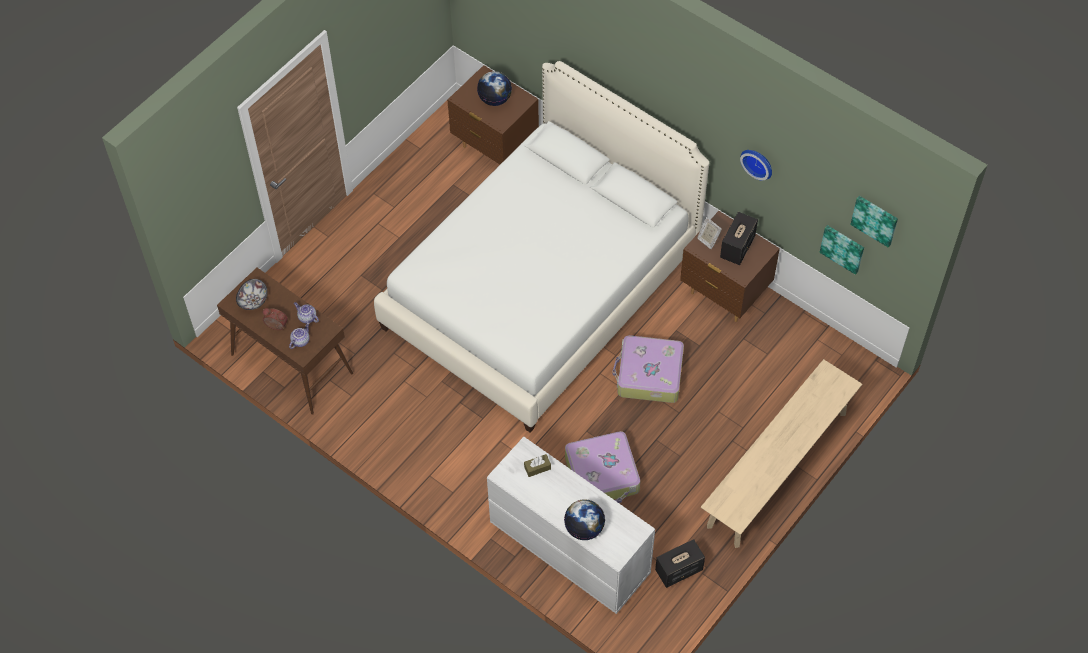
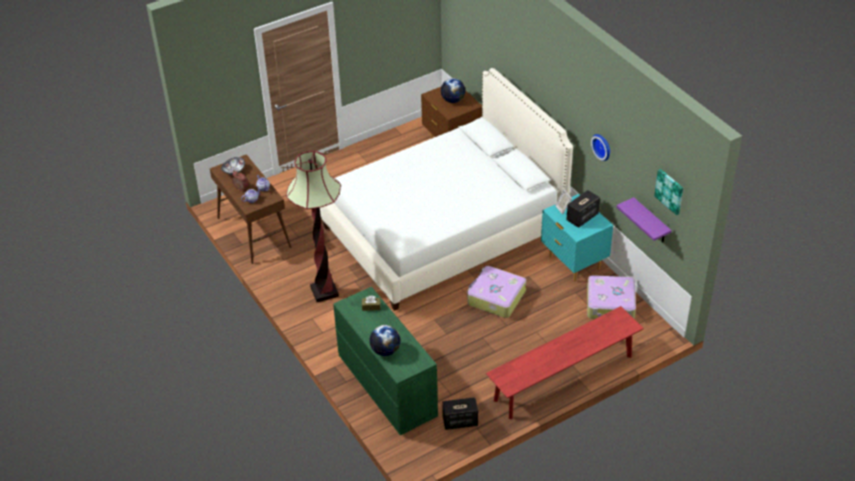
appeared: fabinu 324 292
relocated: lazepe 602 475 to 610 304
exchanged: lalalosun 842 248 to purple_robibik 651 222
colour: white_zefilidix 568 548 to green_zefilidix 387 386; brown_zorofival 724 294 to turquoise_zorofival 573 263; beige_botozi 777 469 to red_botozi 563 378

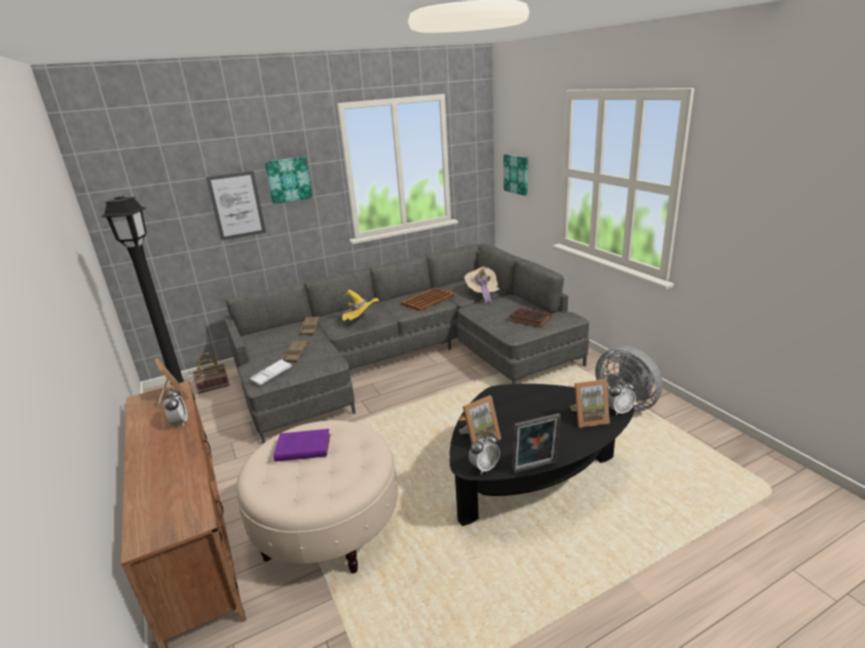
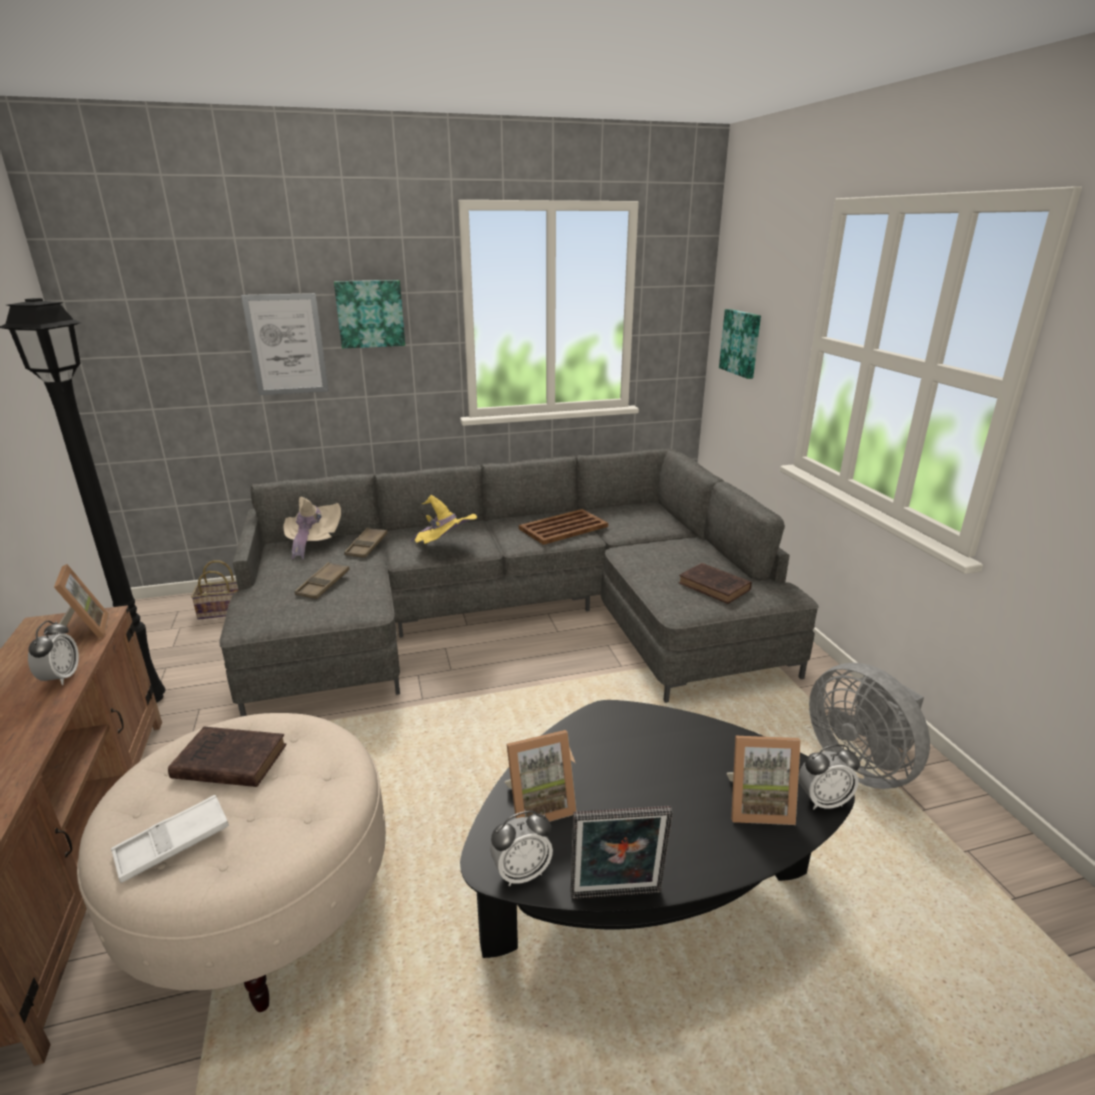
relocated: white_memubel 271 375 to 173 843; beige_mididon 482 294 to 312 542
colour: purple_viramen 301 448 to brown_viramen 227 761

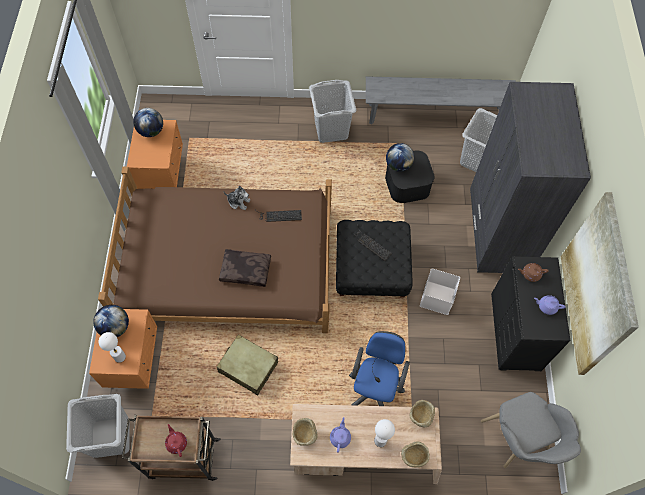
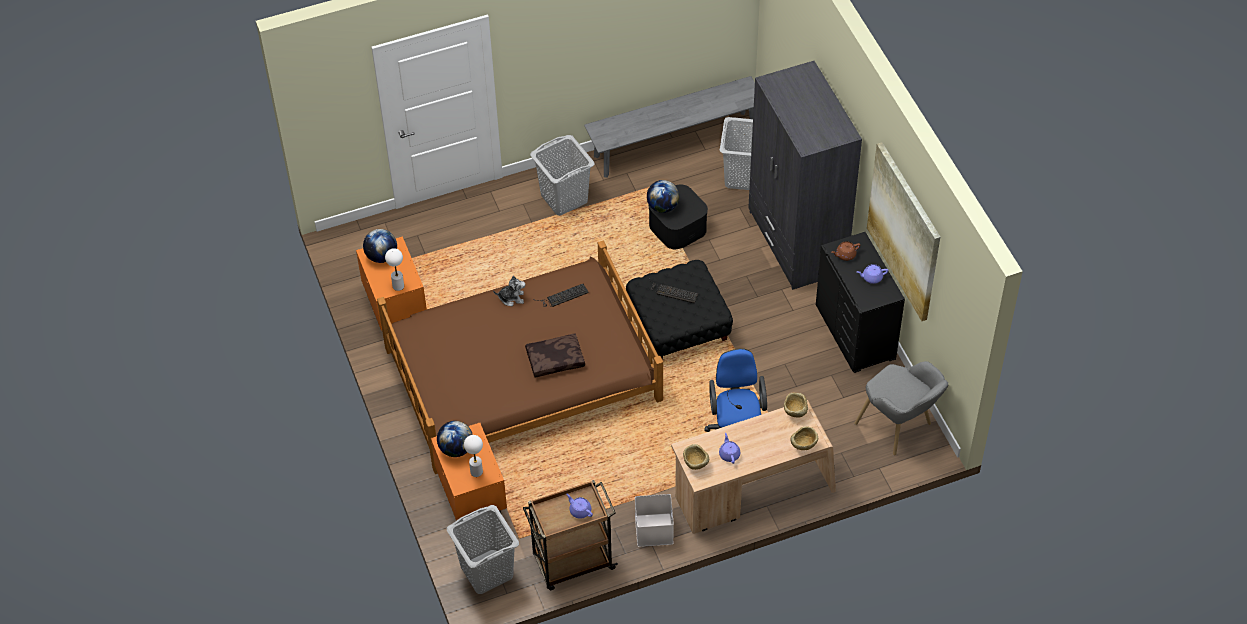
missing: beige_lazepe 248 367
relocated: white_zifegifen 380 440 to 398 286; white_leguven 437 298 to 655 530
colour: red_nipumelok 176 443 to purple_nipumelok 580 510

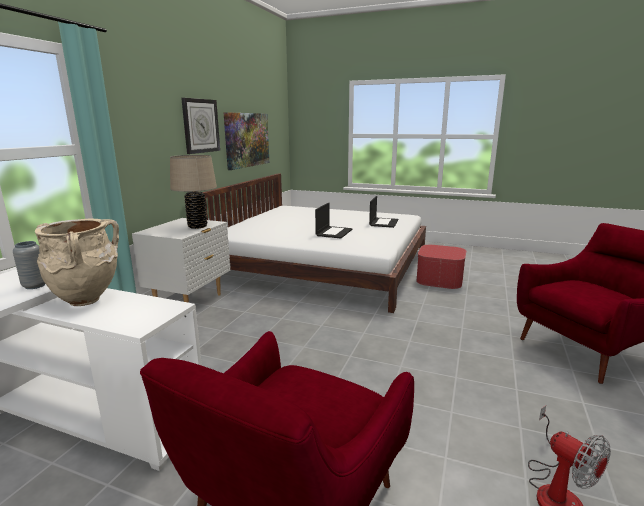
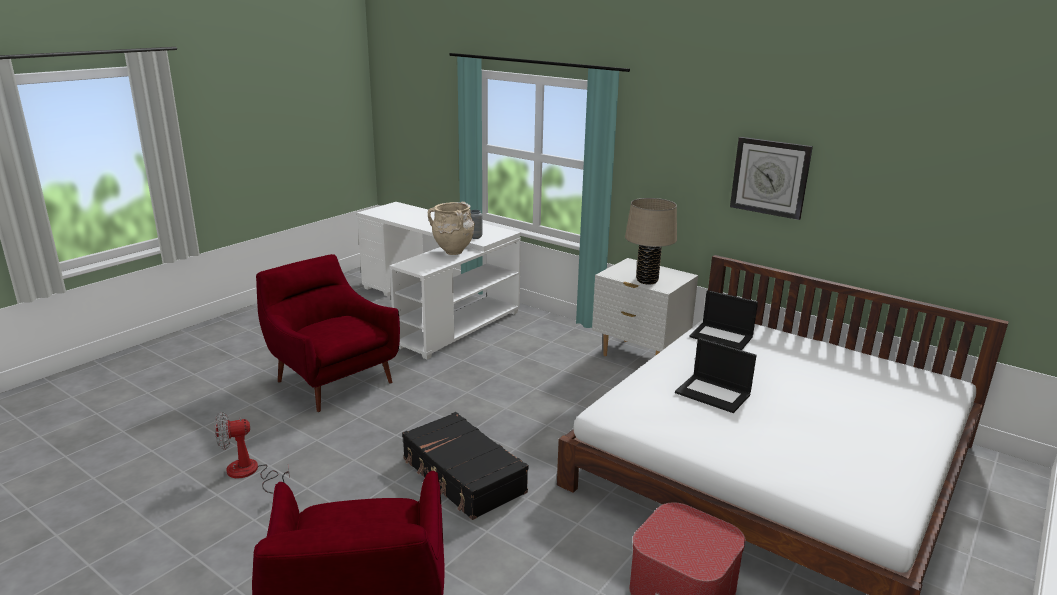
missing: lalalosun 247 140
appeared: black_lazepe 463 476
relocated: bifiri 383 222 to 722 337

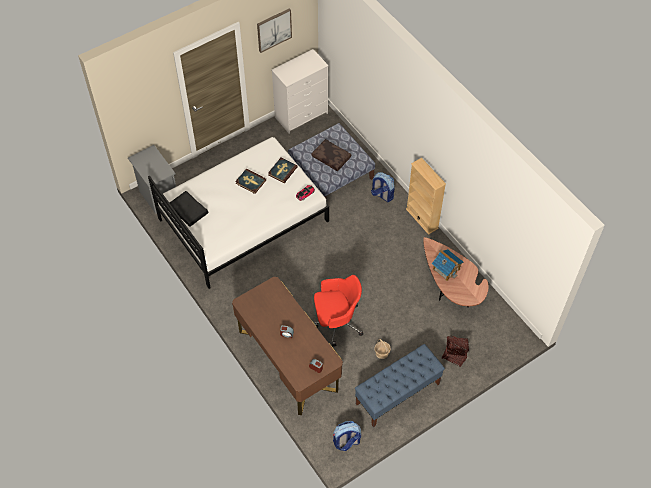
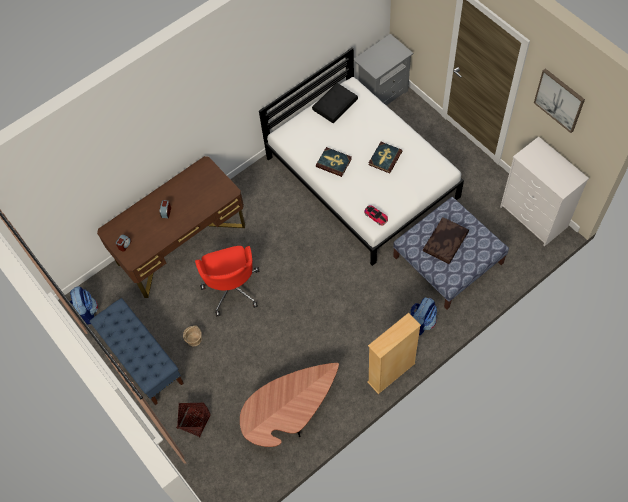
missing: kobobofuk 446 269
relocated: viramen 282 171 to 334 163

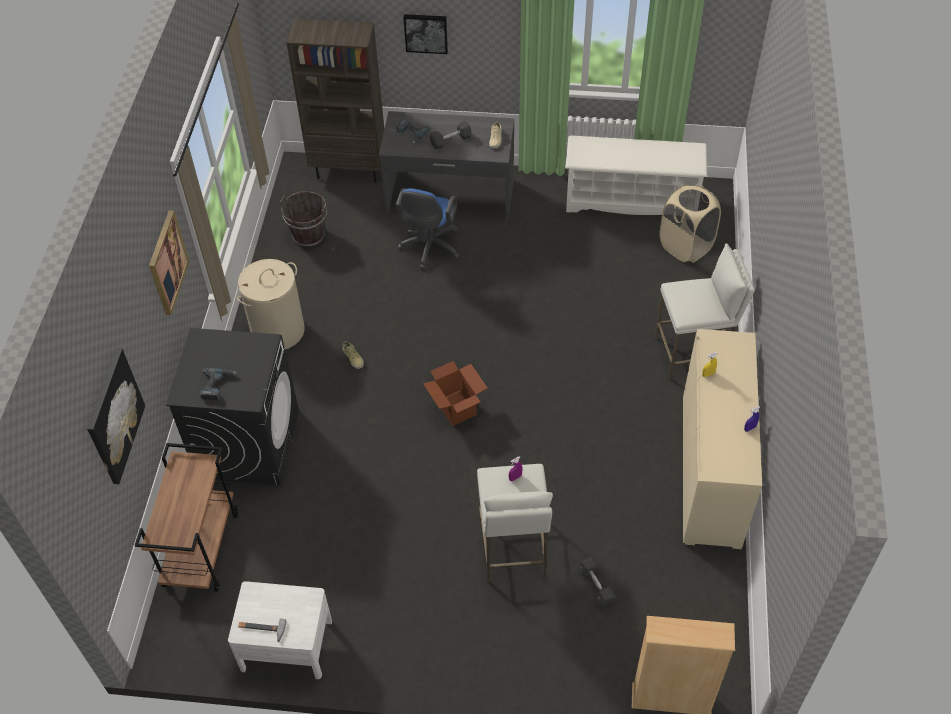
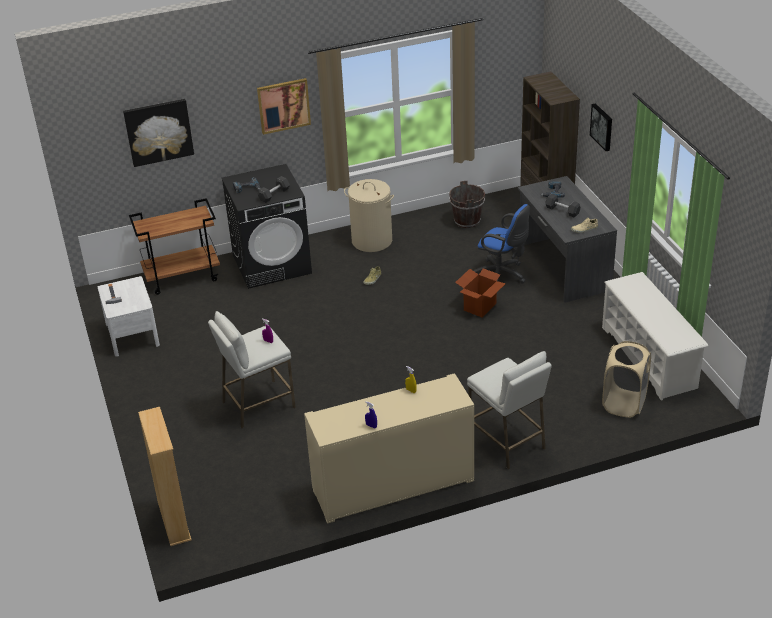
relocated: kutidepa 456 408 to 480 307; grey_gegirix 595 585 to 274 195
spun: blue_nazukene 429 248 = 502 276 135 degrees counterclockwise

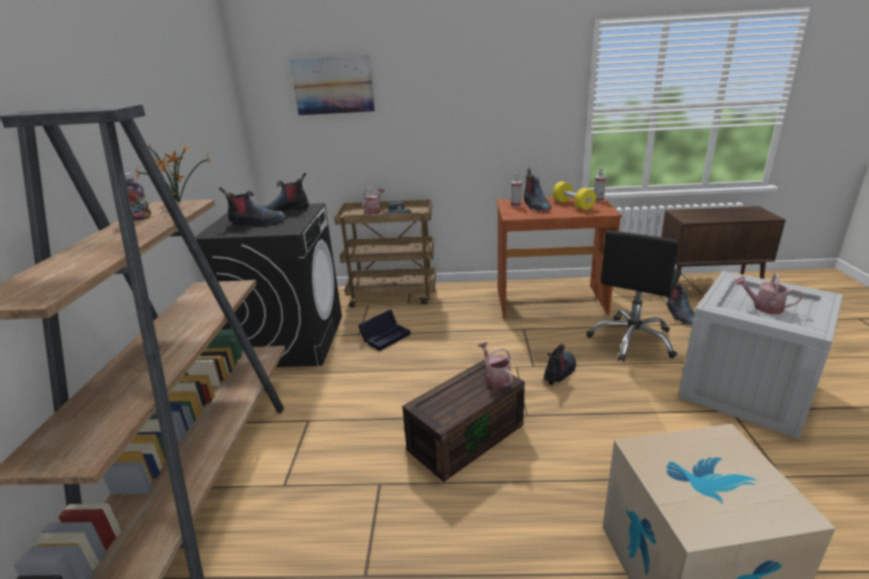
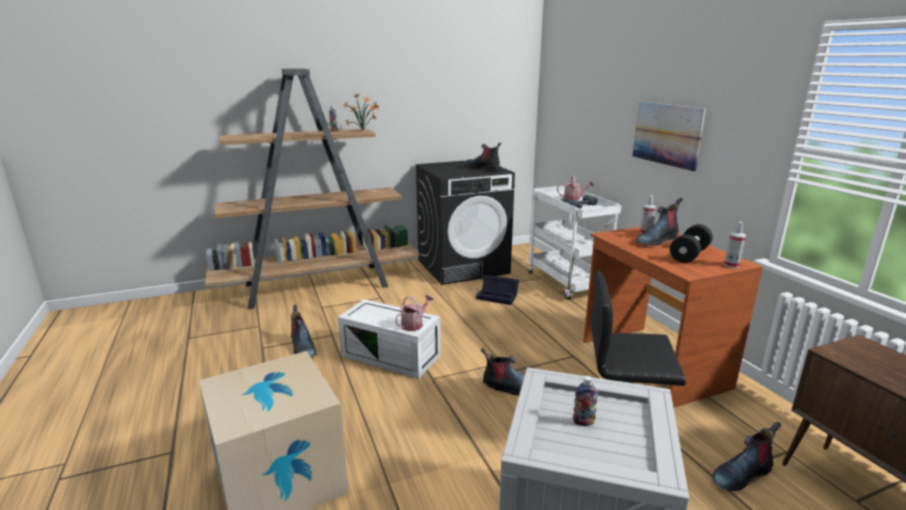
relocated: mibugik 256 223 to 302 347; lalalosun 333 85 to 666 134
exchanged: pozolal 763 307 to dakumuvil 583 422
colour: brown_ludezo 394 295 to white_ludezo 568 283; brown_leguven 466 435 to white_leguven 392 355; yellow_gegirix 573 205 to black_gegirix 689 255

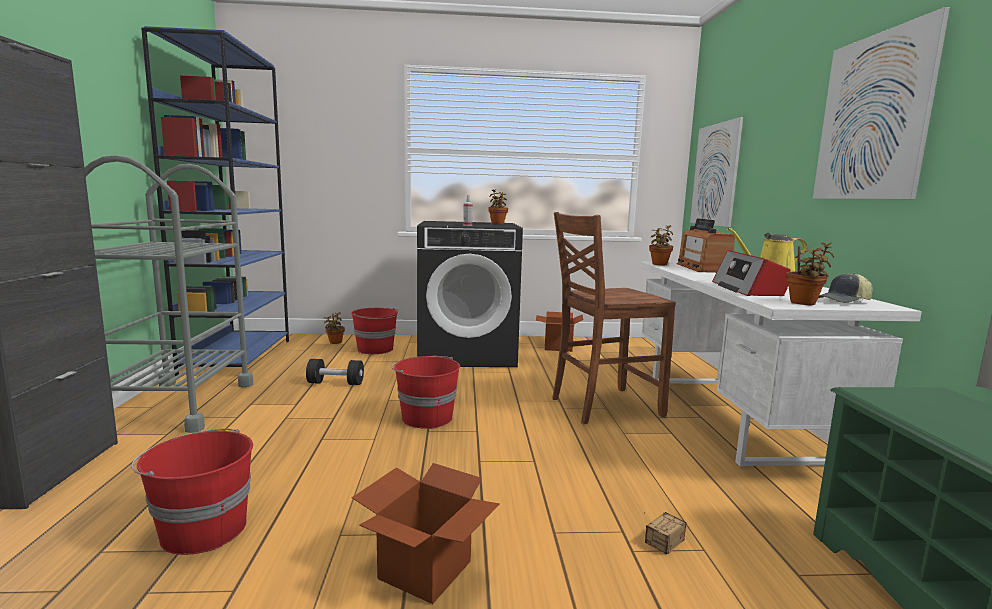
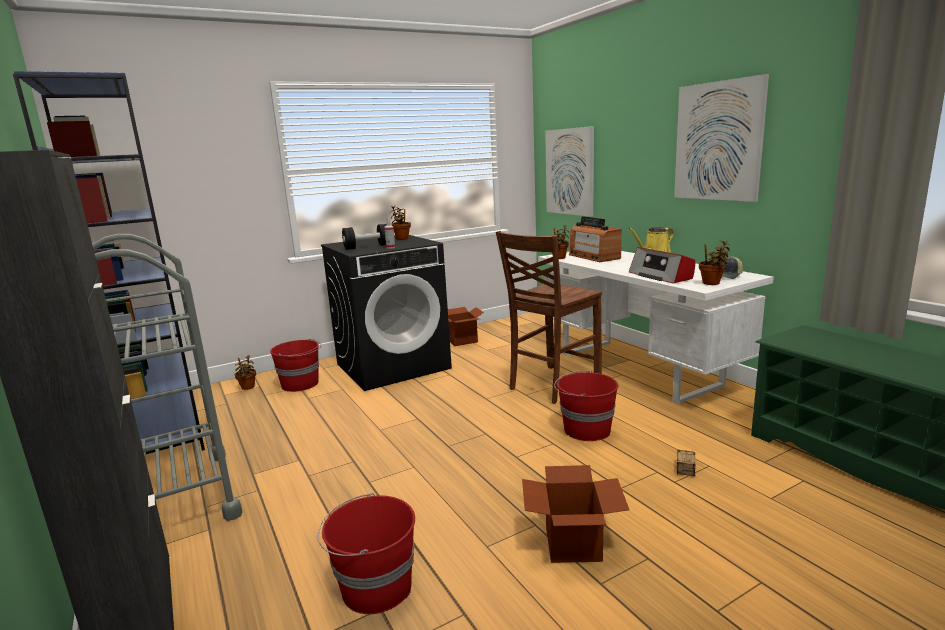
relocated: black_gegirix 335 383 to 367 247; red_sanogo 426 417 to 586 429

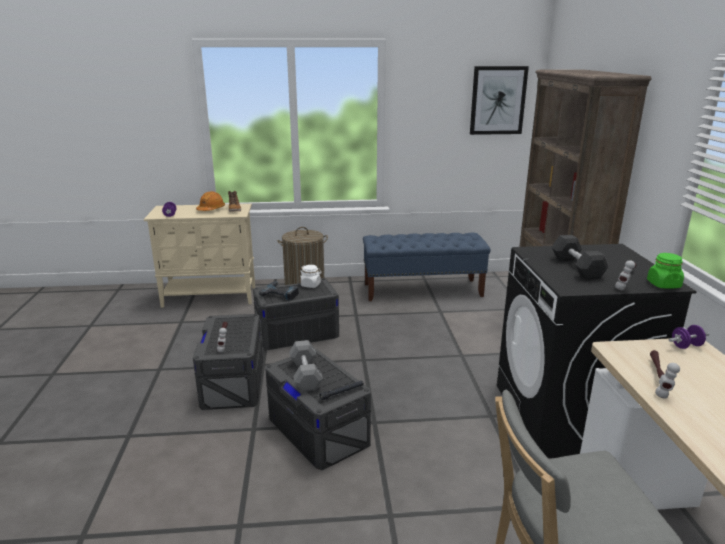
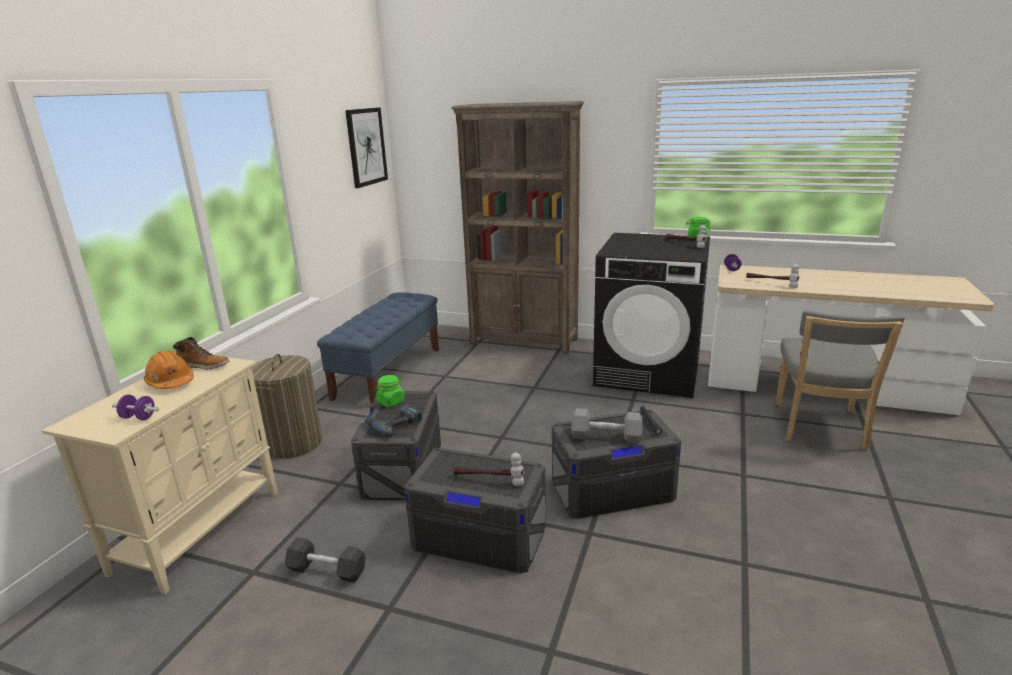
relocated: black_gegirix 577 267 to 327 570
colour: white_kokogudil 311 285 to green_kokogudil 391 402

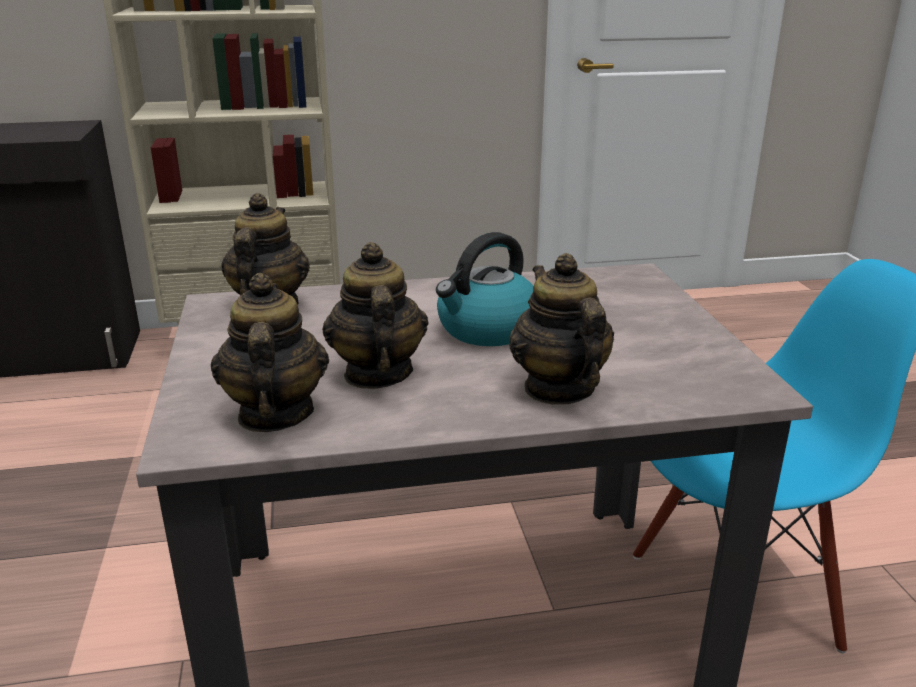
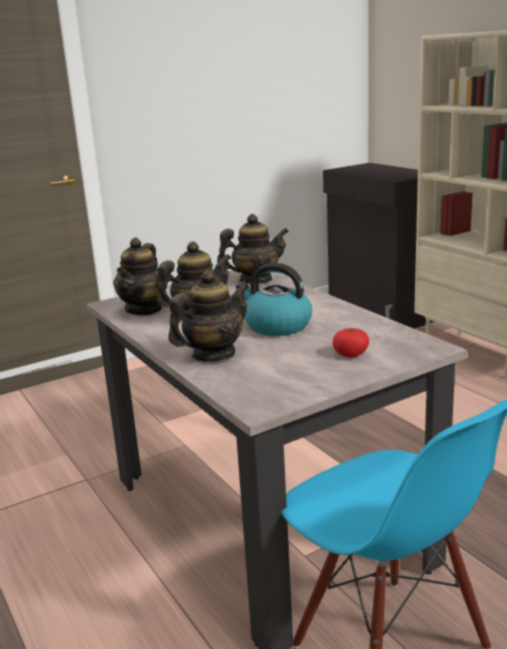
appeared: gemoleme 350 354
spun: nipumelok 274 414 = 144 309 135 degrees clockwise

